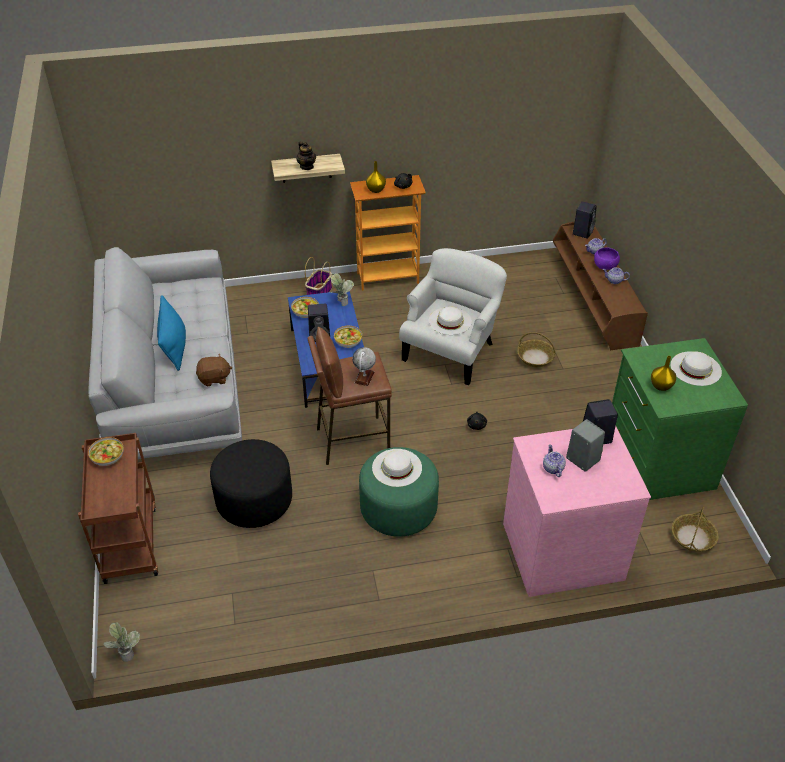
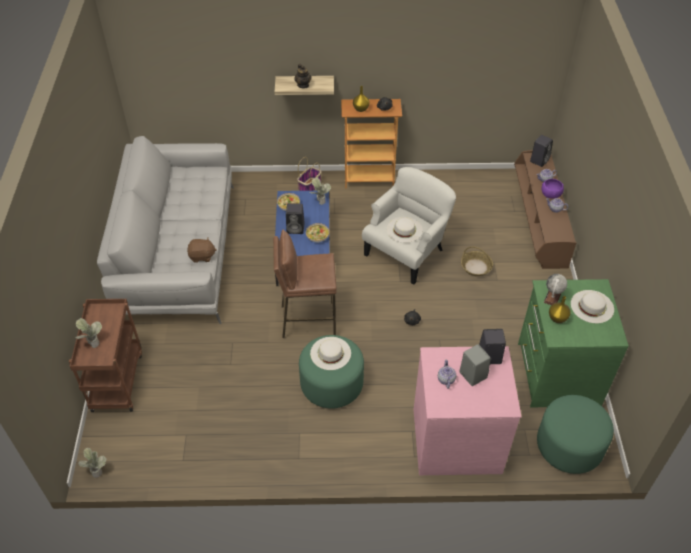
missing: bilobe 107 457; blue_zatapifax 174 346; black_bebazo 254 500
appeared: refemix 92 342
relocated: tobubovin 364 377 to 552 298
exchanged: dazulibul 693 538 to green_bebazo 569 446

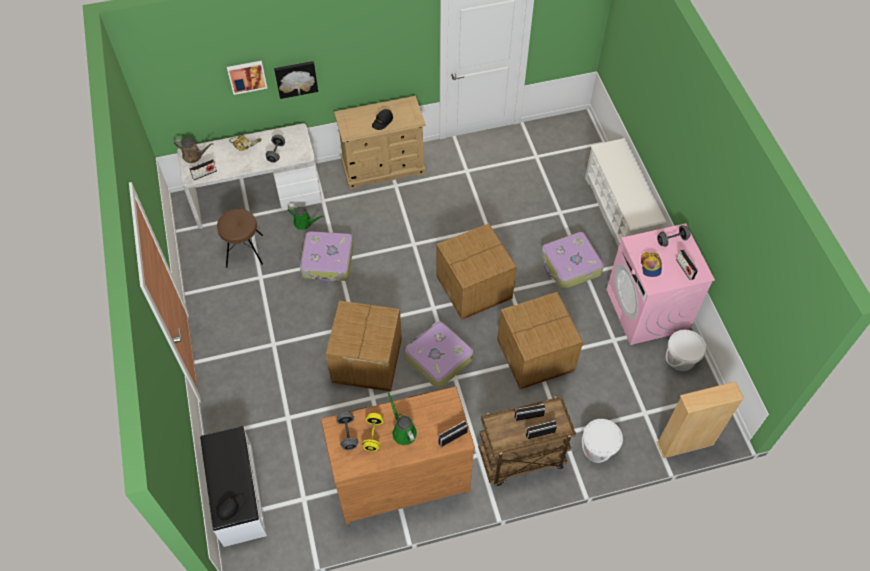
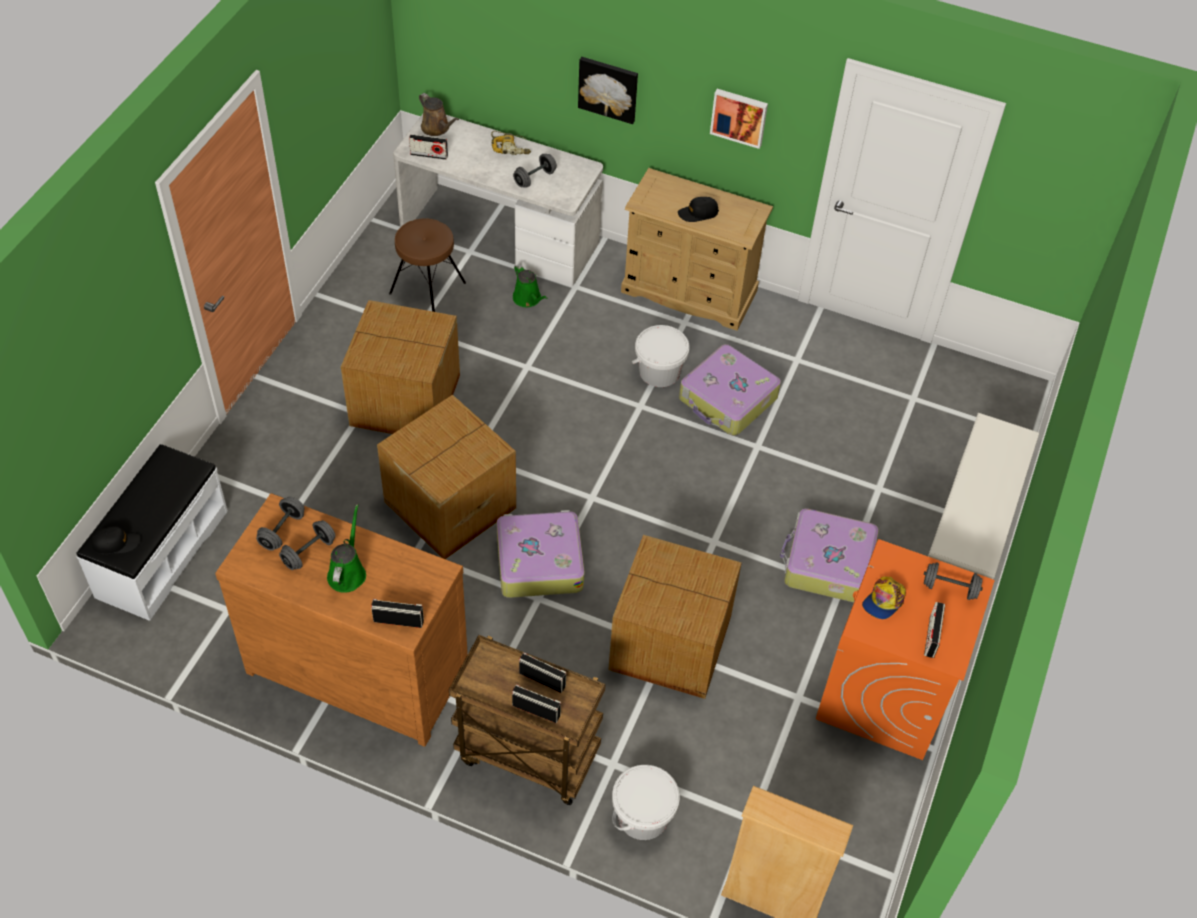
relocated: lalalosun 247 76 to 739 117; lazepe 328 261 to 728 399; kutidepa 475 287 to 406 401; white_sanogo 680 359 to 659 372
colour: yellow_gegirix 373 435 to grey_gegirix 309 552; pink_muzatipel 647 310 to orange_muzatipel 885 692

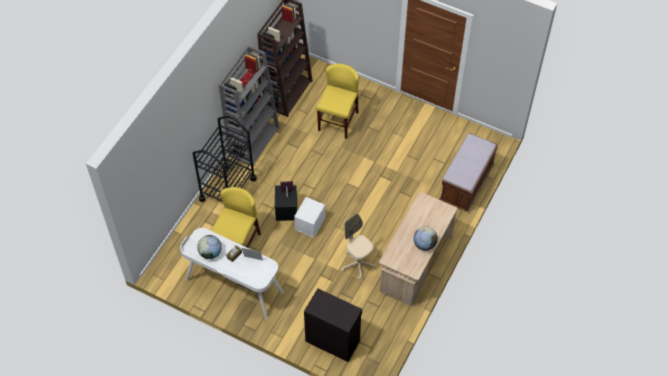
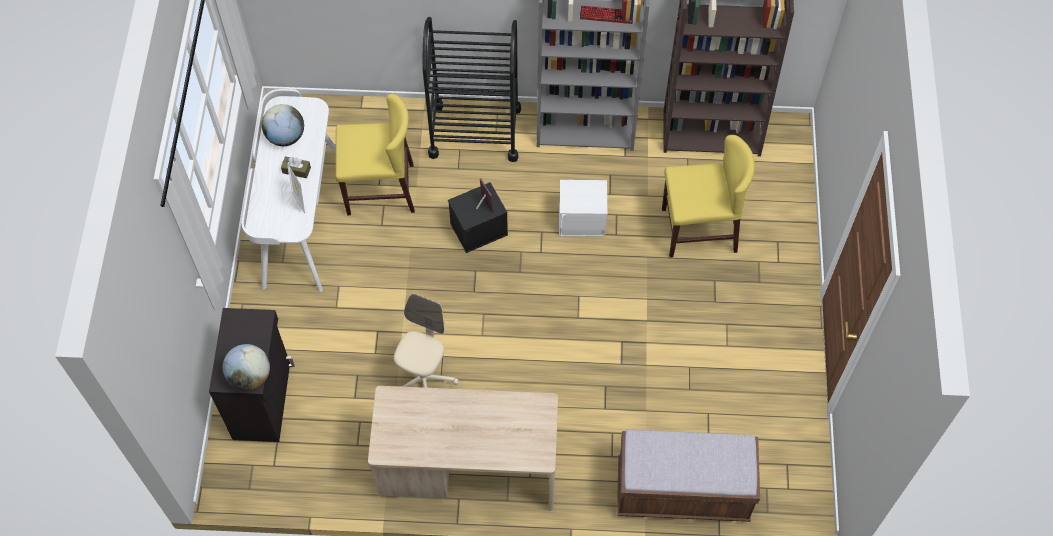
relocated: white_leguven 310 223 to 582 219; tobubovin 424 244 to 250 376

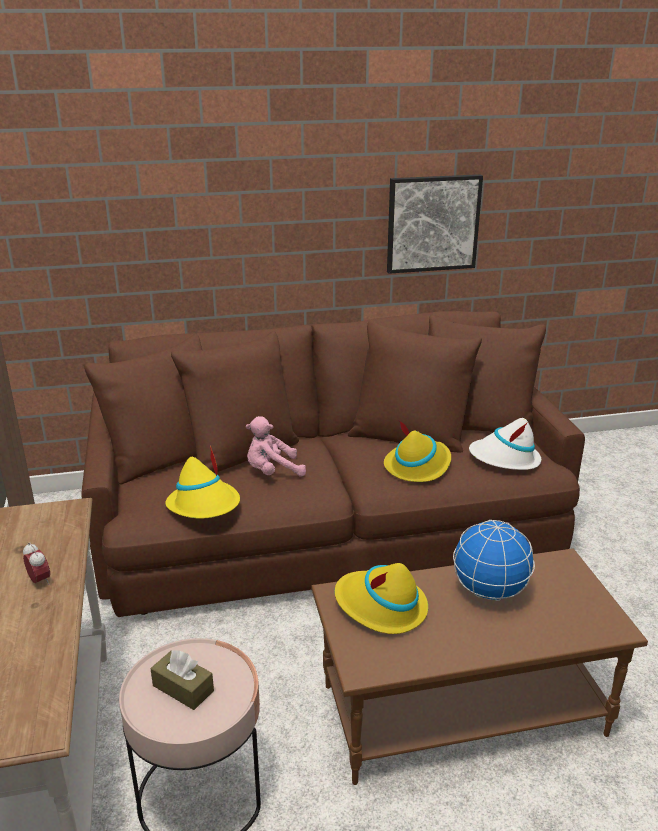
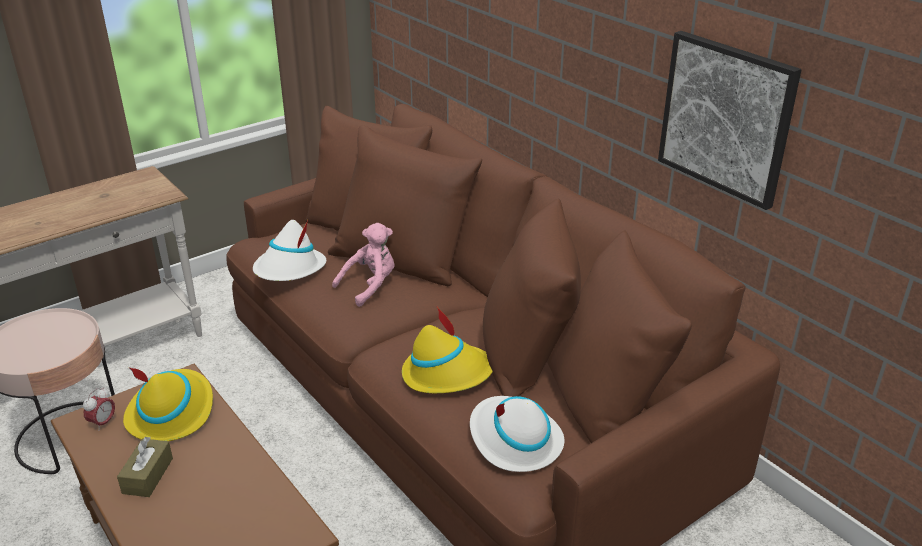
missing: tobubovin 489 591
relocated: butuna 40 581 to 103 423; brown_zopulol 183 688 to 148 475
colour: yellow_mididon 204 505 to white_mididon 289 269
spun: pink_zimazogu 272 472 = 370 286 90 degrees clockwise

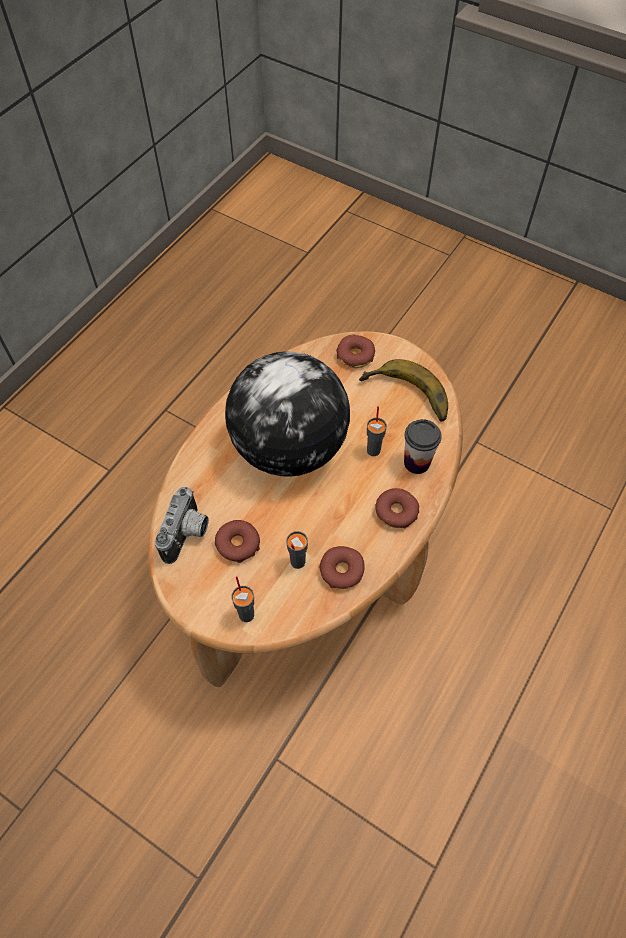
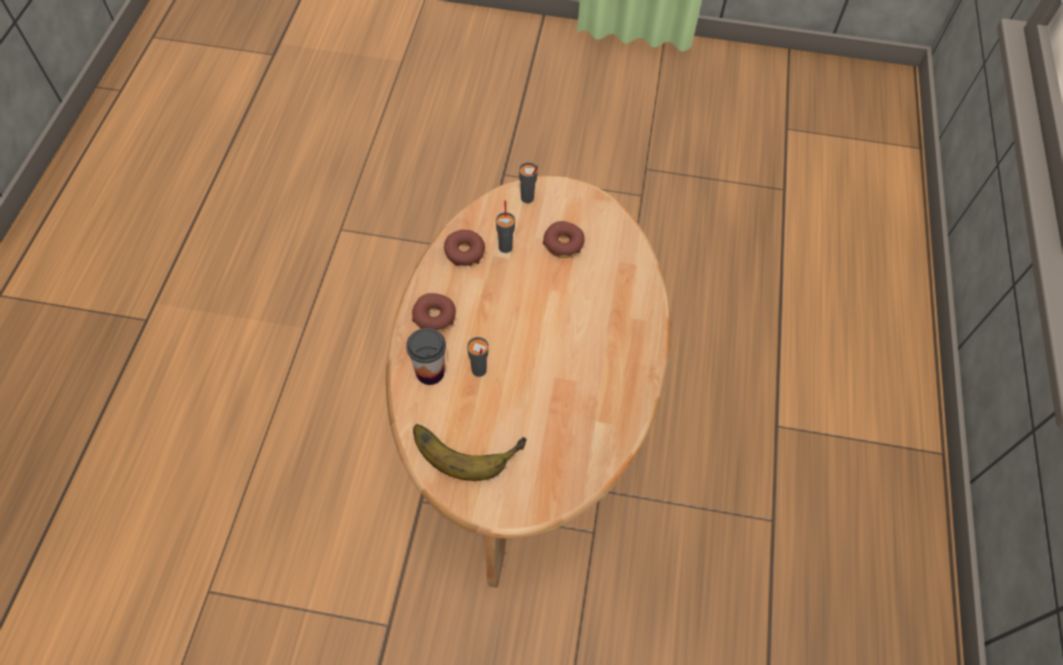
missing: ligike 188 535; tobubovin 288 448; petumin 355 355

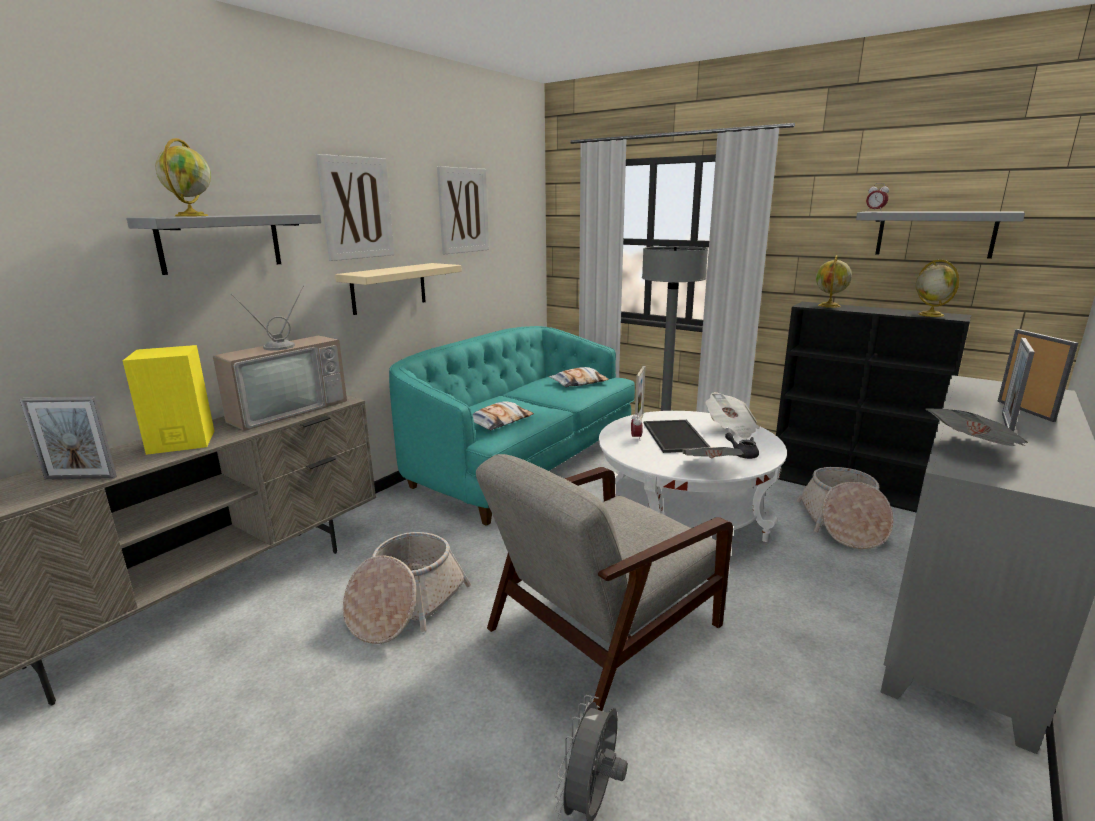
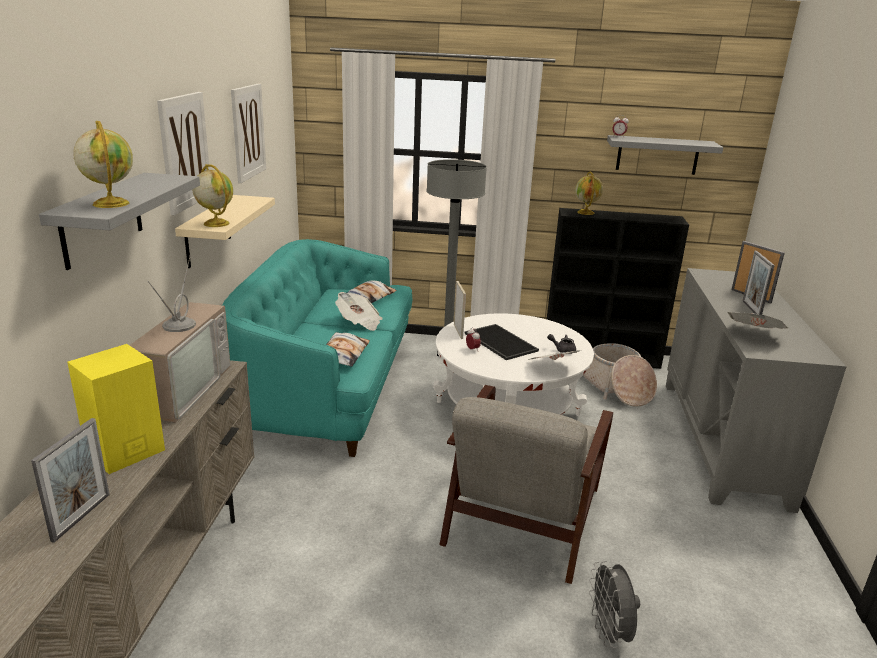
missing: dazulibul 405 606
relocated: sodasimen 731 429 to 359 323; tobubovin 930 314 to 216 223
spun: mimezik 80 478 = 81 517 45 degrees counterclockwise

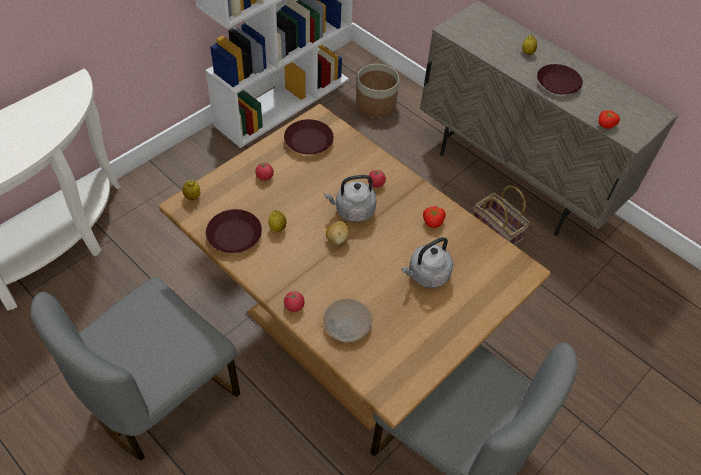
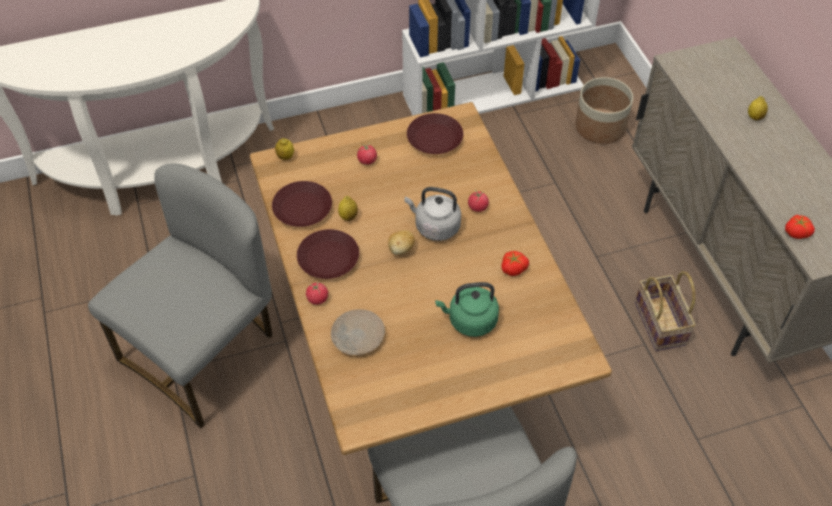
relocated: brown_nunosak 558 83 to 327 259
colour: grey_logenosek 426 275 to green_logenosek 470 321
spun: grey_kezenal 160 396 = 203 352 150 degrees clockwise

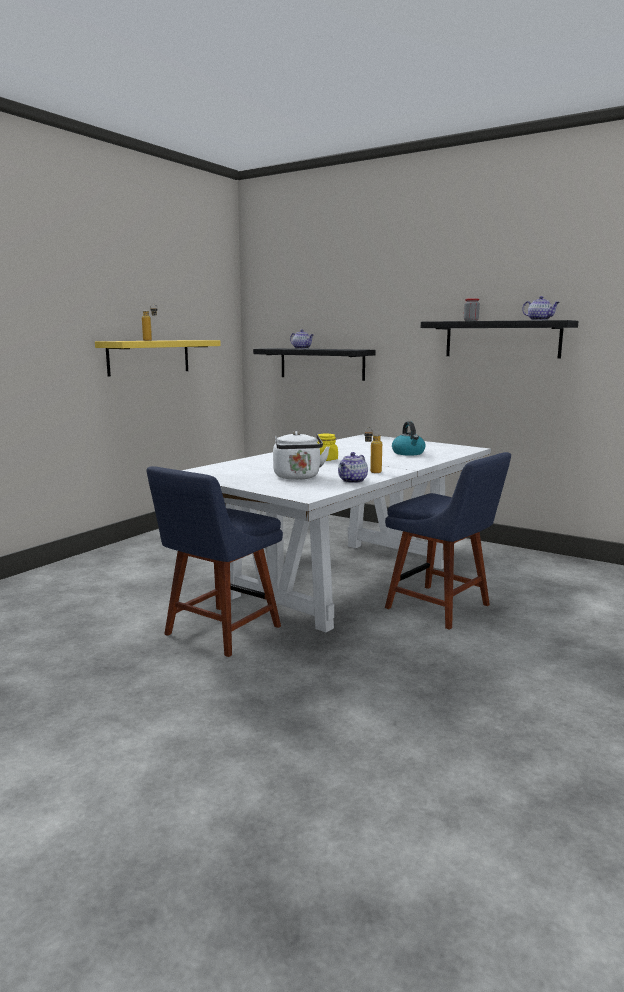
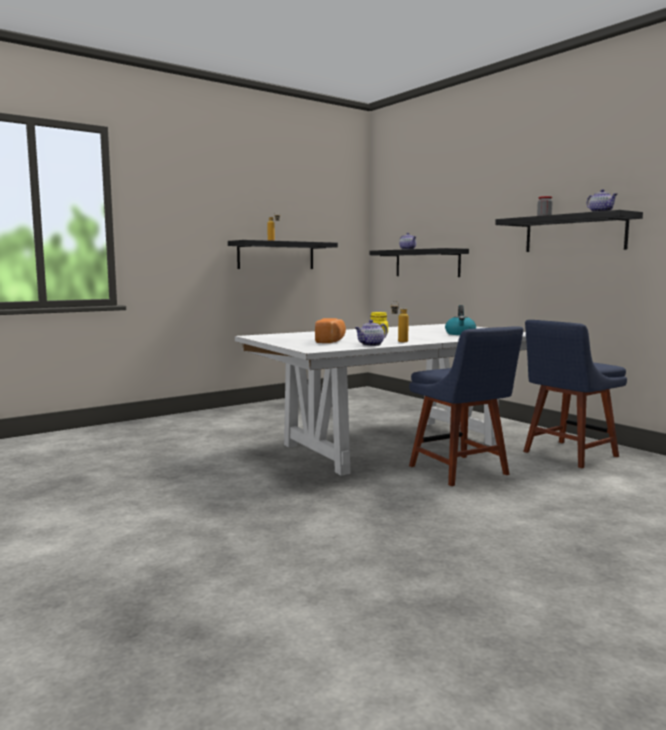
relocated: blue_kezenal 219 632 to 567 455
exchanged: white_logenosek 298 477 to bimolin 331 341
colour: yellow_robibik 149 357 to black_robibik 276 255

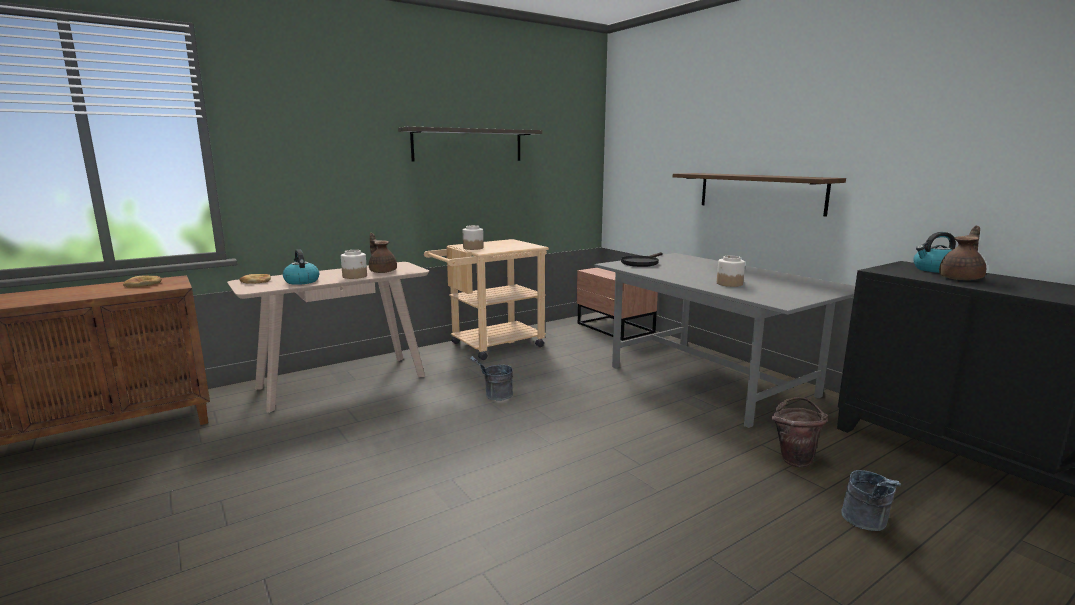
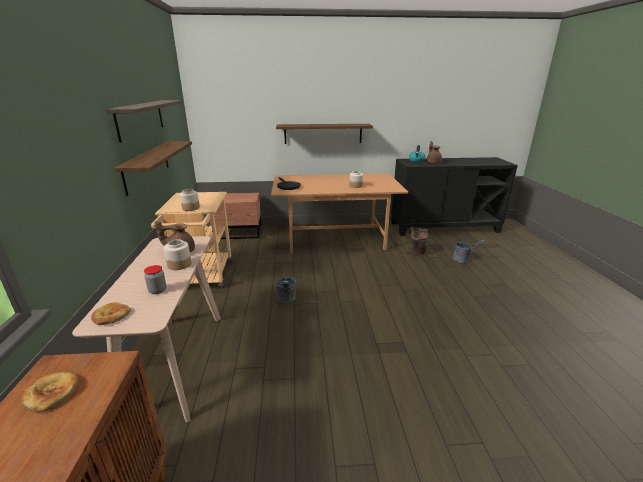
appeared: robibik 147 166
exchanged: logenosek 301 281 to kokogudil 157 290
colour: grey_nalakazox 708 380 to brown_nalakazox 334 239

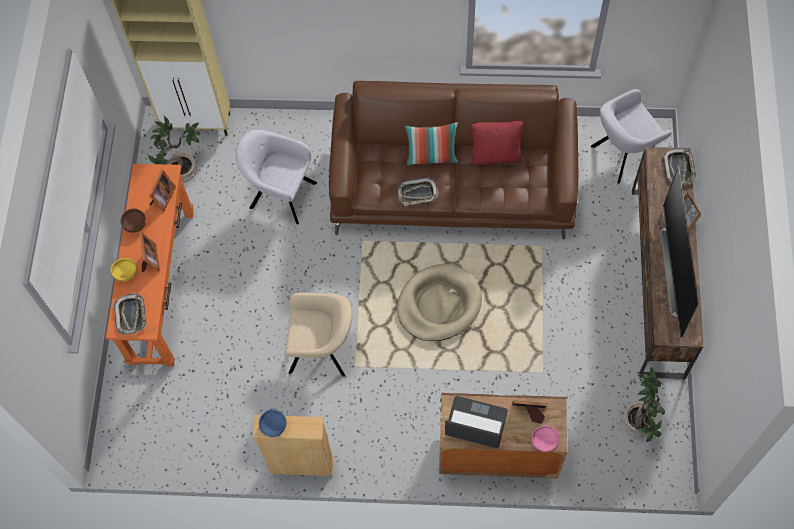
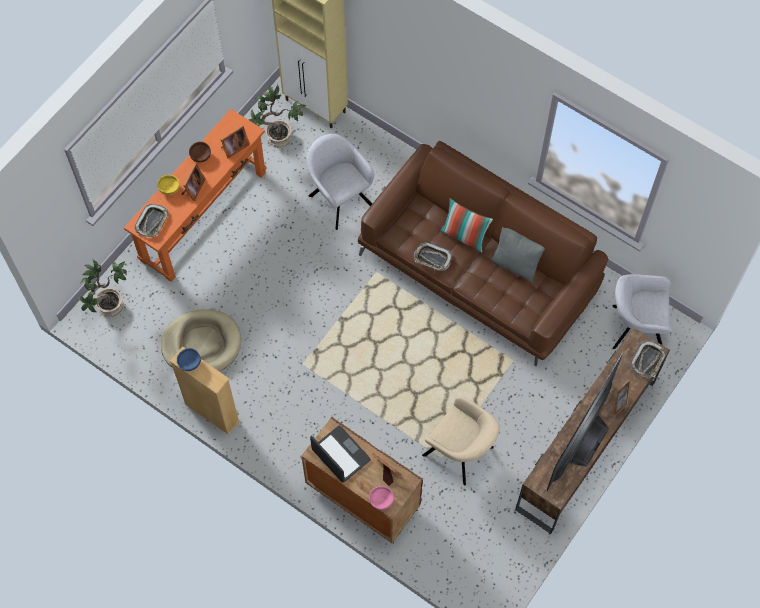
relocated: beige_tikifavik 322 350 to 460 453; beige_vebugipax 439 304 to 201 344; refemix 639 422 to 110 306
colour: red_zatapifax 495 155 to grey_zatapifax 515 264

